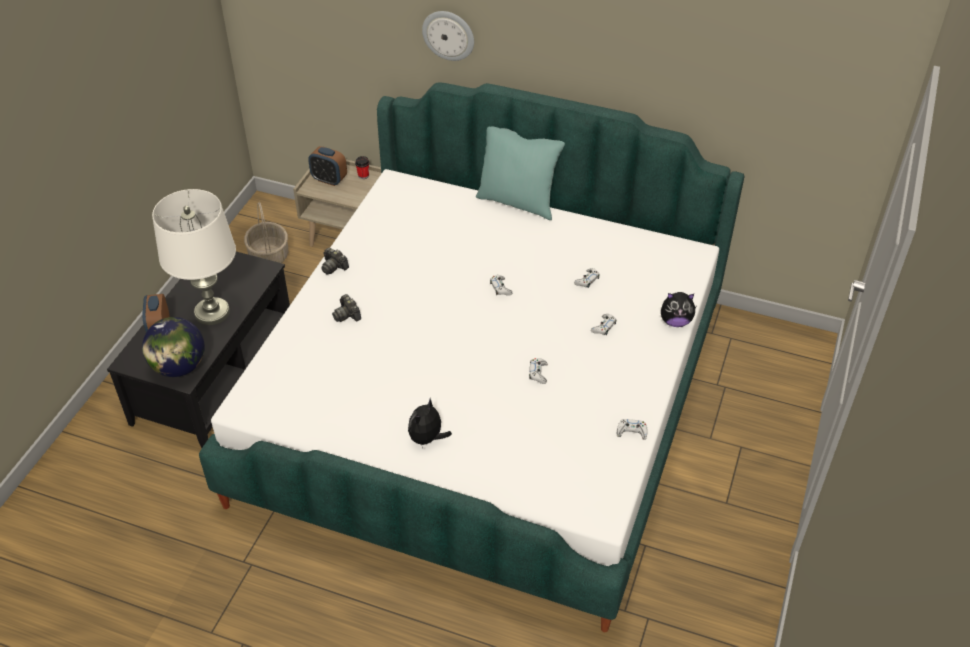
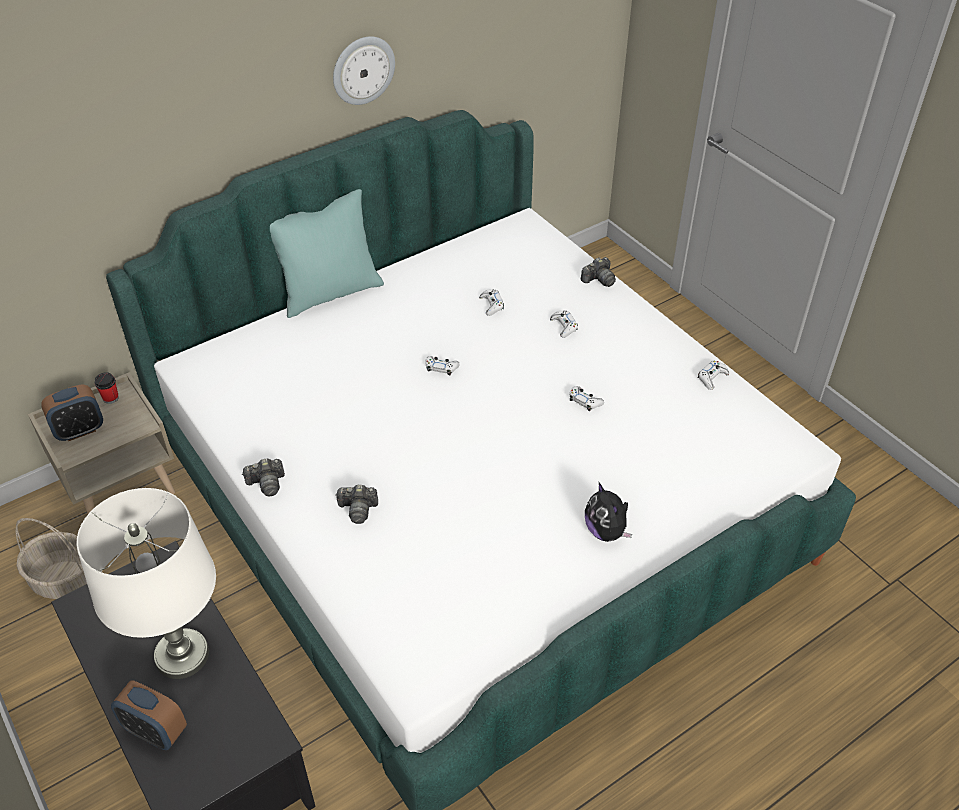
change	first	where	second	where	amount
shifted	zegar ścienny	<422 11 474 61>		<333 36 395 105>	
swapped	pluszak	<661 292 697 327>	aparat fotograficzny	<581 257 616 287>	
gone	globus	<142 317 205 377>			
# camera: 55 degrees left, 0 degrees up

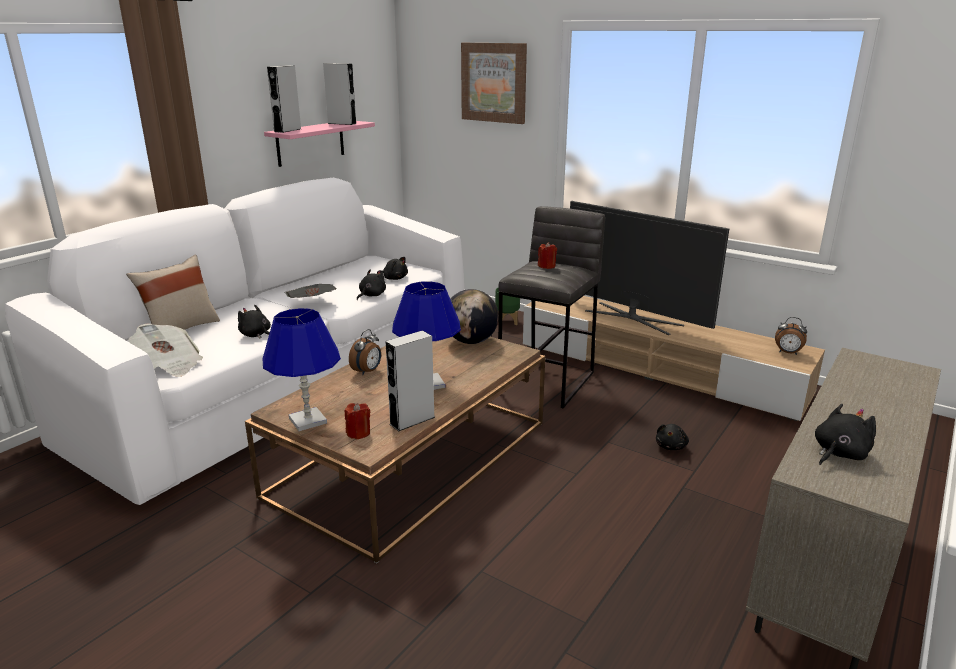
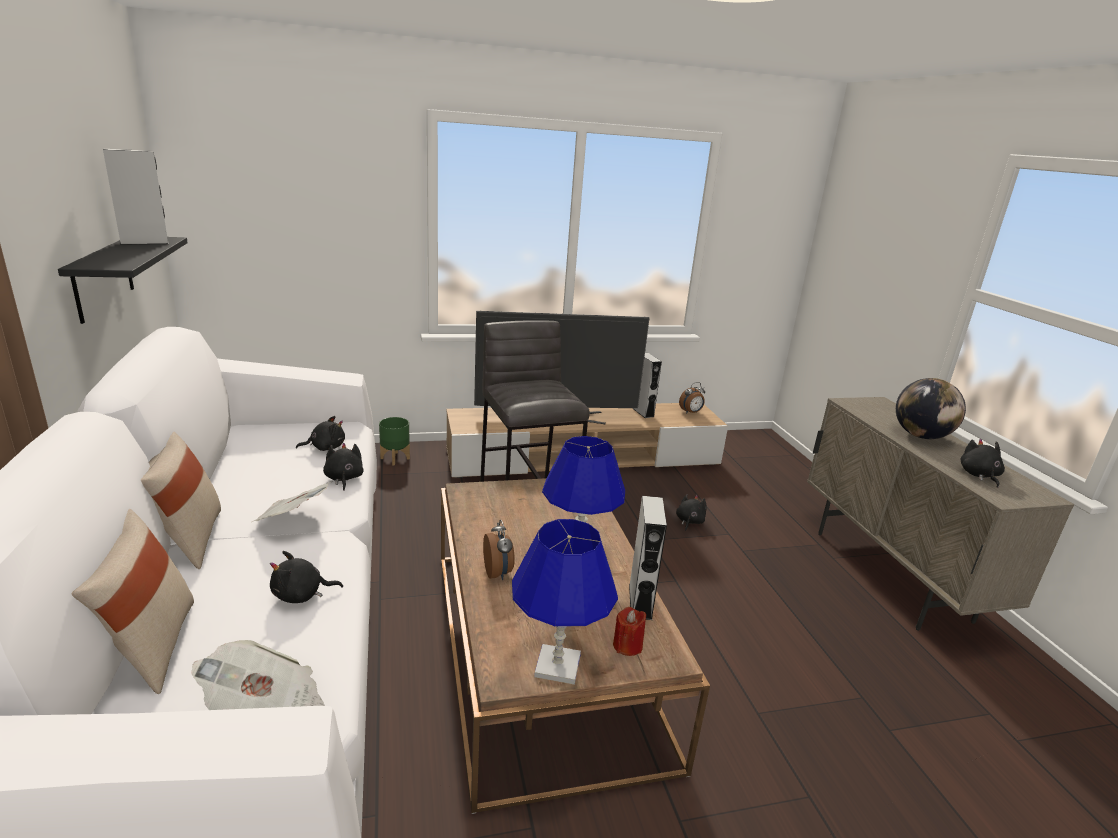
change	first	where	second	where	amount
gone	obraz	<461 43 527 124>			
shifted	głośnik [szary]	<267 66 301 133>		<632 353 662 418>	
repainted	półka [różowy]	<264 121 375 167>	półka [czarny]	<58 237 188 324>	
gone	świeca [czerwony]	<538 242 557 269>			
shifted	globus	<450 289 499 344>		<896 378 966 439>	
rotated	pluszak [czarny]	<656 424 689 450>		<676 494 707 531>	135 degrees counterclockwise
new			poduszka [beżowy]	<141 432 221 569>	
# camera: 50 degrees left, 0 degrees up

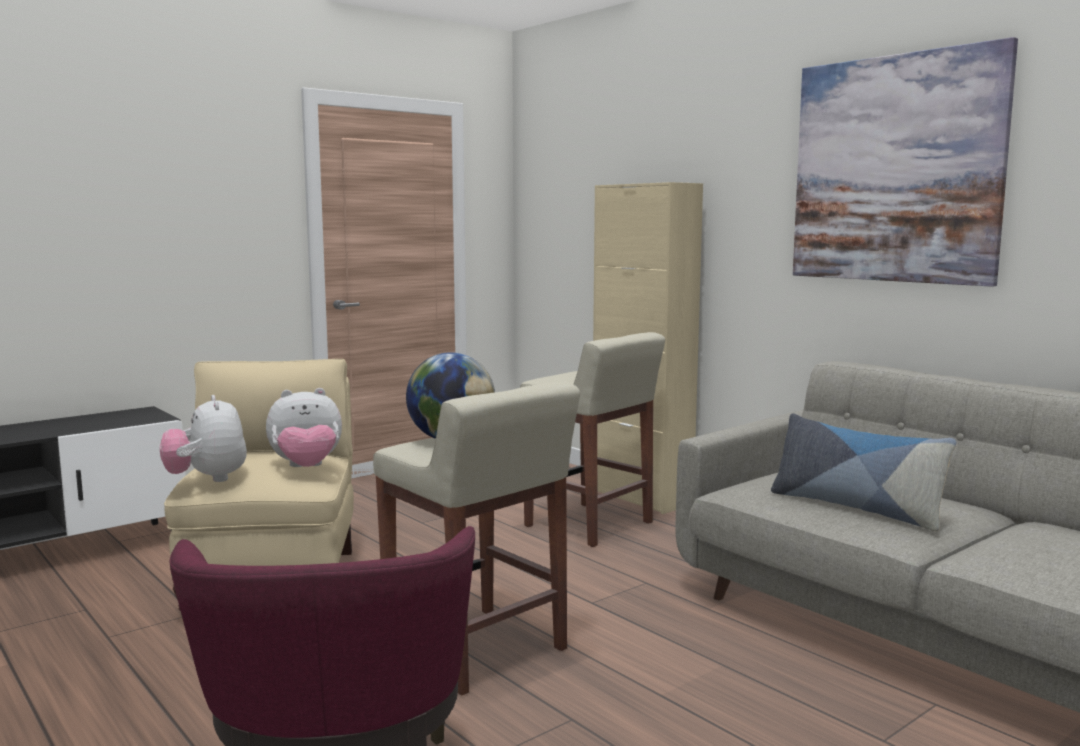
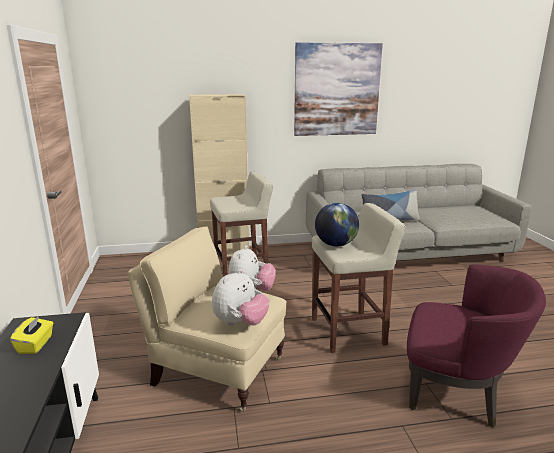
change	first	where	second	where	amount
rotated	pluszak	<160 395 247 482>		<212 269 270 326>	60 degrees counterclockwise
new			pudełko chusteczek [żółty]	<10 315 53 354>	
# camera: 60 degrees left, 10 degrees up

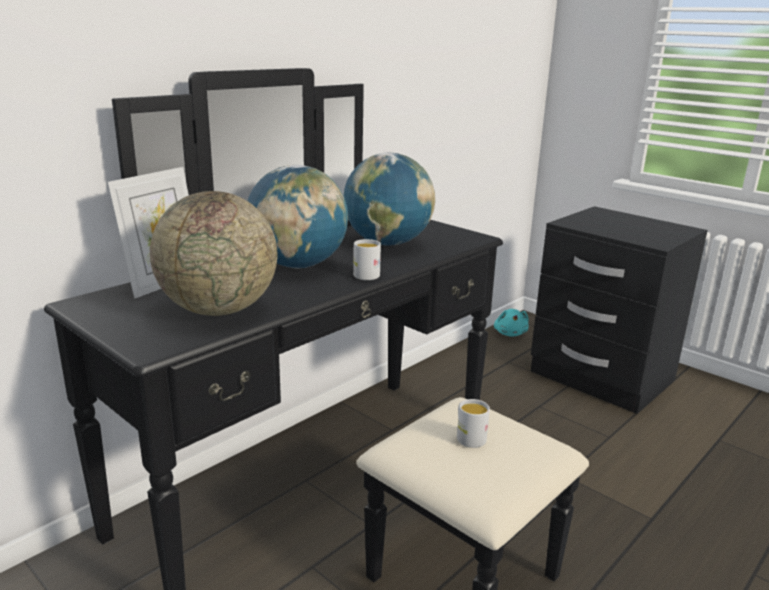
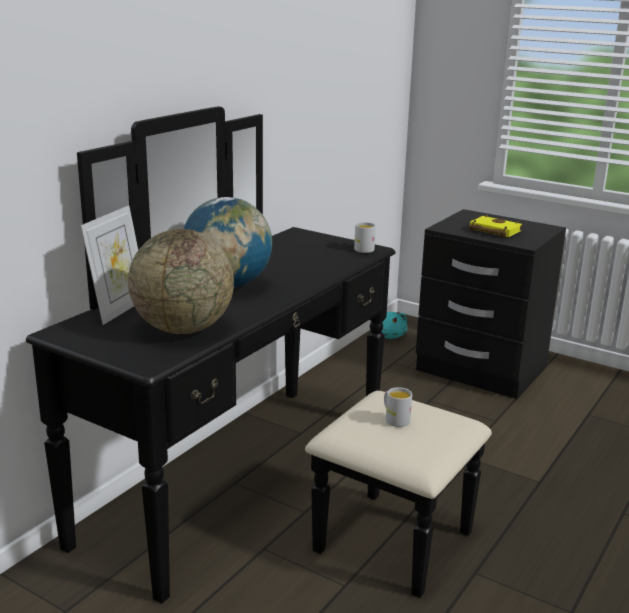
change	first	where	second	where	amount
gone	globus	<344 153 435 246>			
shifted	kubek [biały]	<353 239 381 280>		<354 222 376 253>	
new			książka [żółty]	<469 215 522 238>	
# camera: 10 degrees left, 0 degrees up

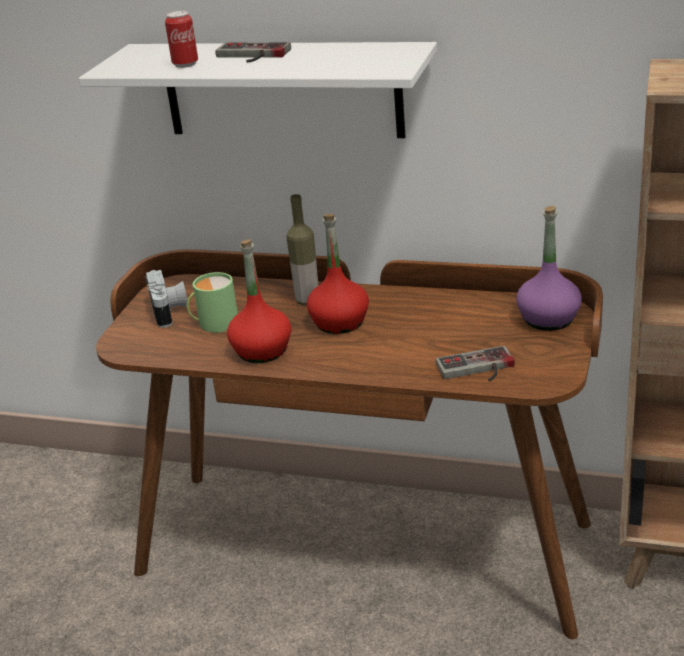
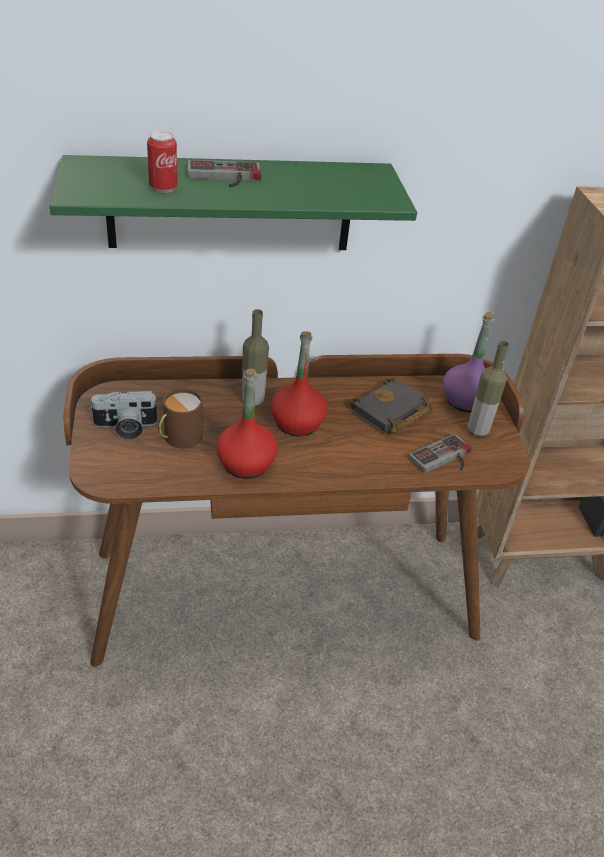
change	first	where	second	where	amount
repainted	półka [biały]	<79 42 437 138>	półka [zielony]	<50 155 417 250>	
rotated	aparat fotograficzny	<145 270 187 328>		<89 391 159 440>	120 degrees clockwise
repainted	kubek [zielony]	<187 272 238 333>	kubek [brązowy]	<158 389 203 448>	
new			butelka	<467 341 509 437>	
new			książka [czarny]	<349 378 433 435>	
# camera: 30 degrees left, 10 degrees up

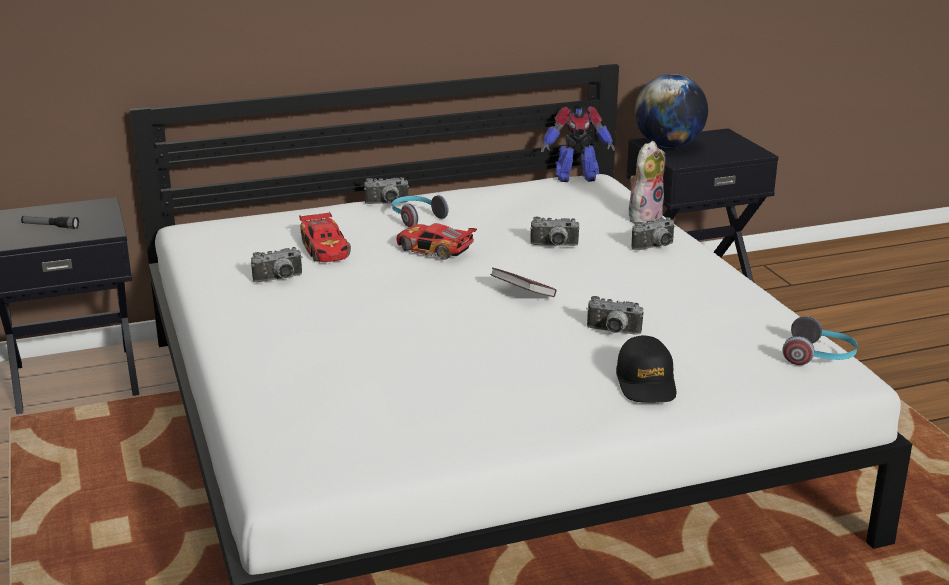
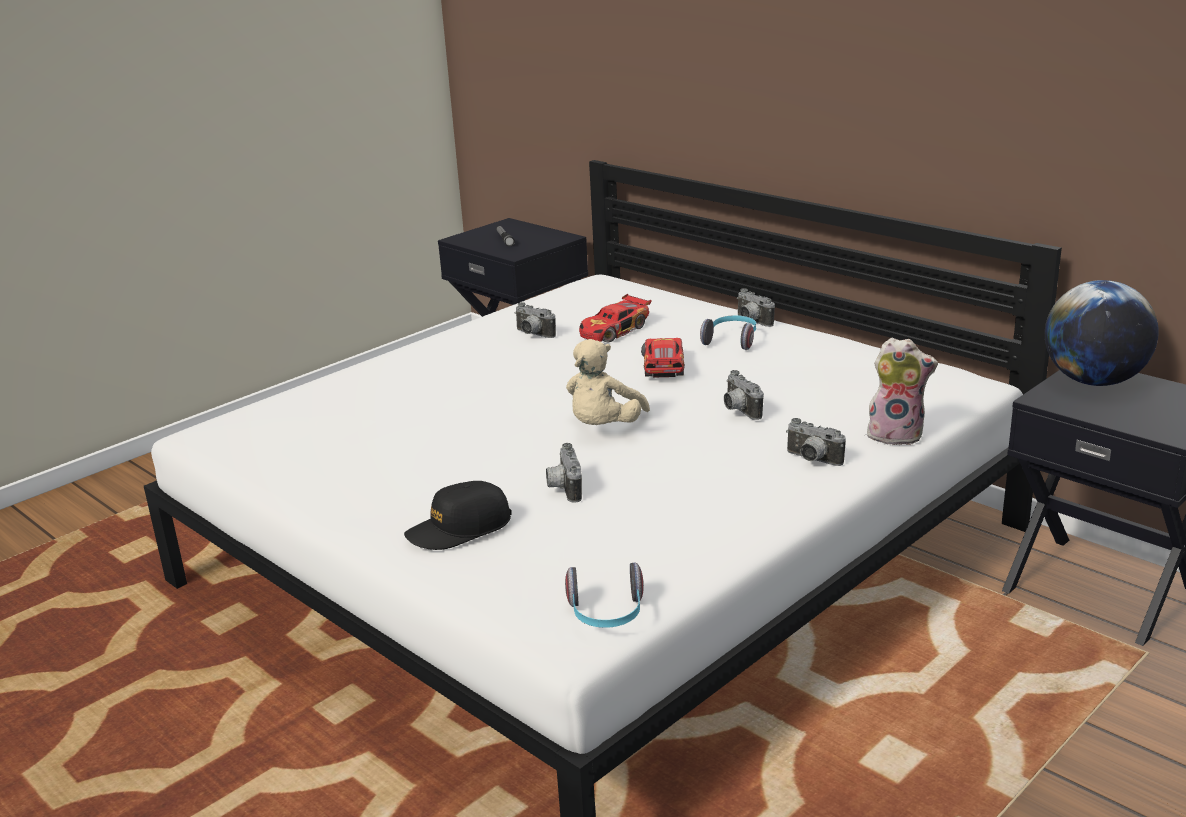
change	first	where	second	where	amount
gone	robot zabawkowy	<541 106 615 182>			
swapped	książka	<490 268 556 297>	pluszak [beżowy]	<566 339 650 425>	
# camera: 65 degrees right, 0 degrees up

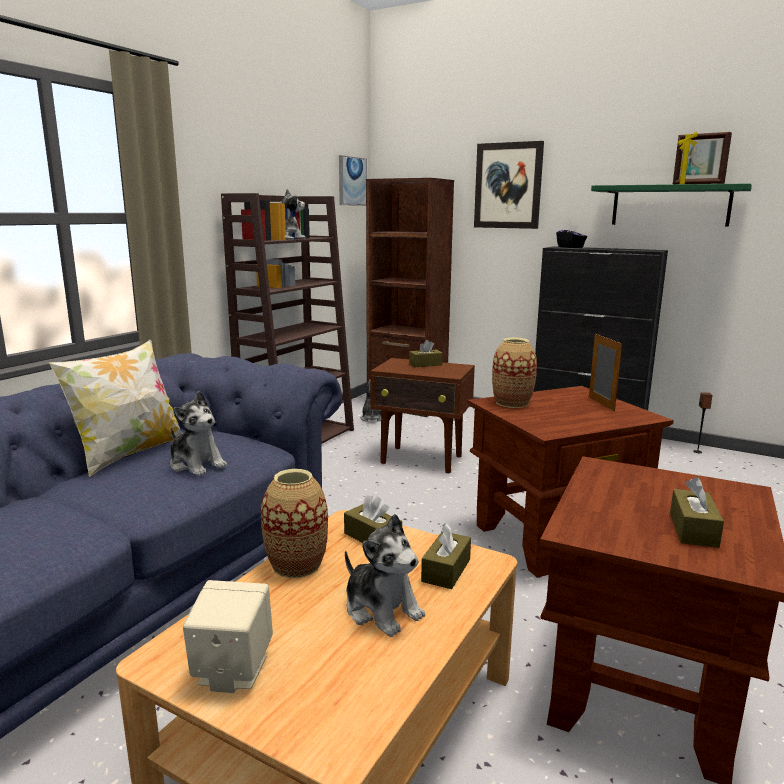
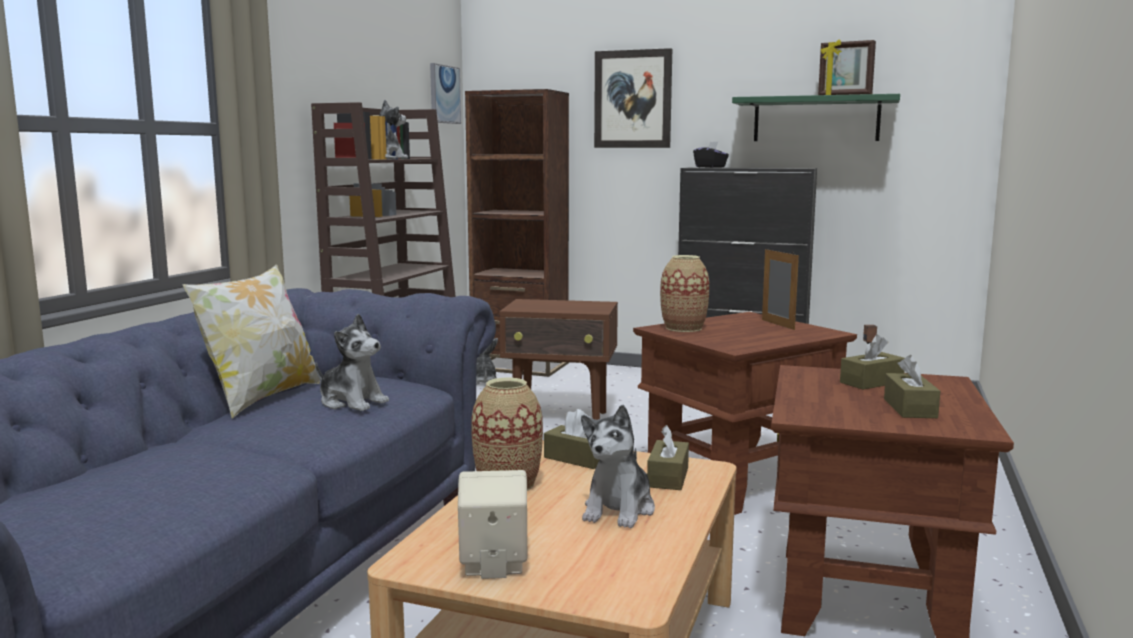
change	first	where	second	where	amount
shifted	pudełko chusteczek [brązowy]	<409 340 443 367>		<840 335 905 390>	
rotated	pluszak	<345 514 425 637>		<581 405 655 528>	75 degrees clockwise
# camera: 10 degrees left, 5 degrees down

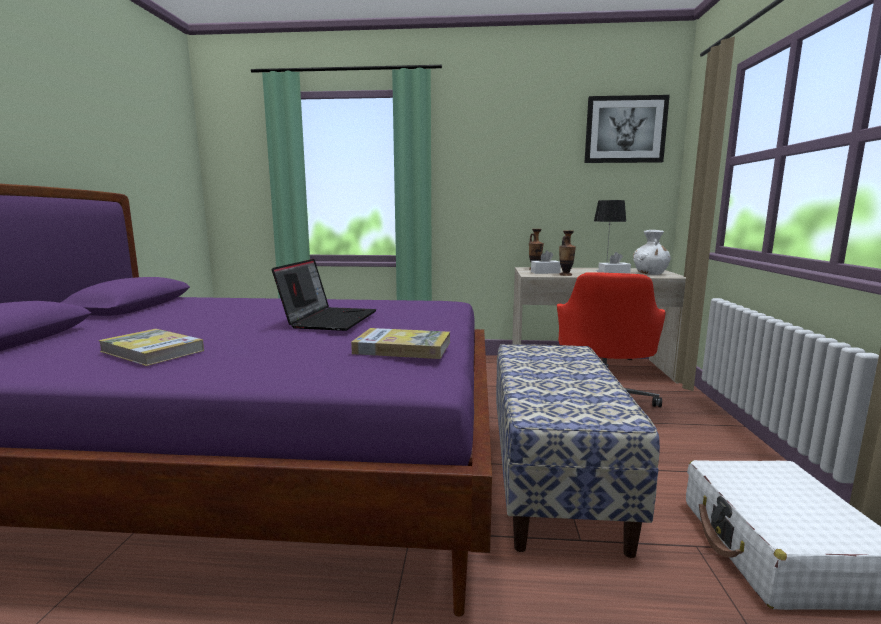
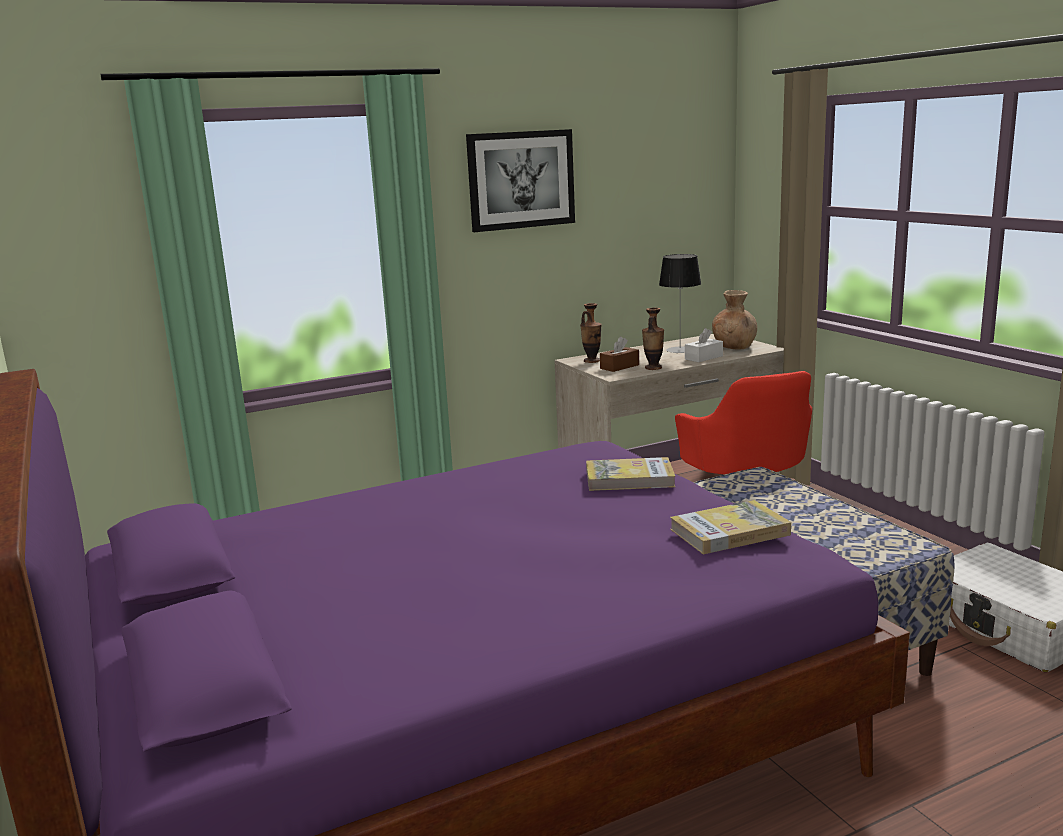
change	first	where	second	where	amount
shifted	obraz	<584 95 670 163>		<466 129 575 232>	
repainted	wazon [biały]	<633 230 671 275>	wazon [brązowy]	<712 290 757 349>	
repainted	pudełko chusteczek [biały]	<531 250 561 274>	pudełko chusteczek [brązowy]	<600 337 639 372>	
gone	laptop	<272 259 376 331>			
shifted	książka	<98 329 204 366>		<586 457 675 491>	
# camera: 30 degrees left, 5 degrees up

